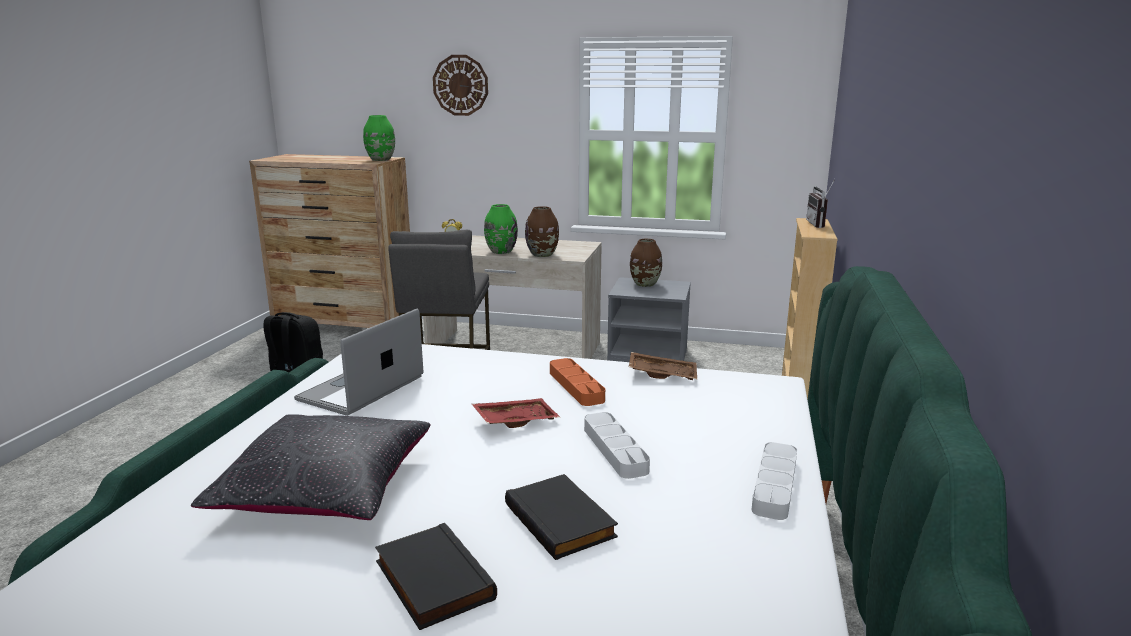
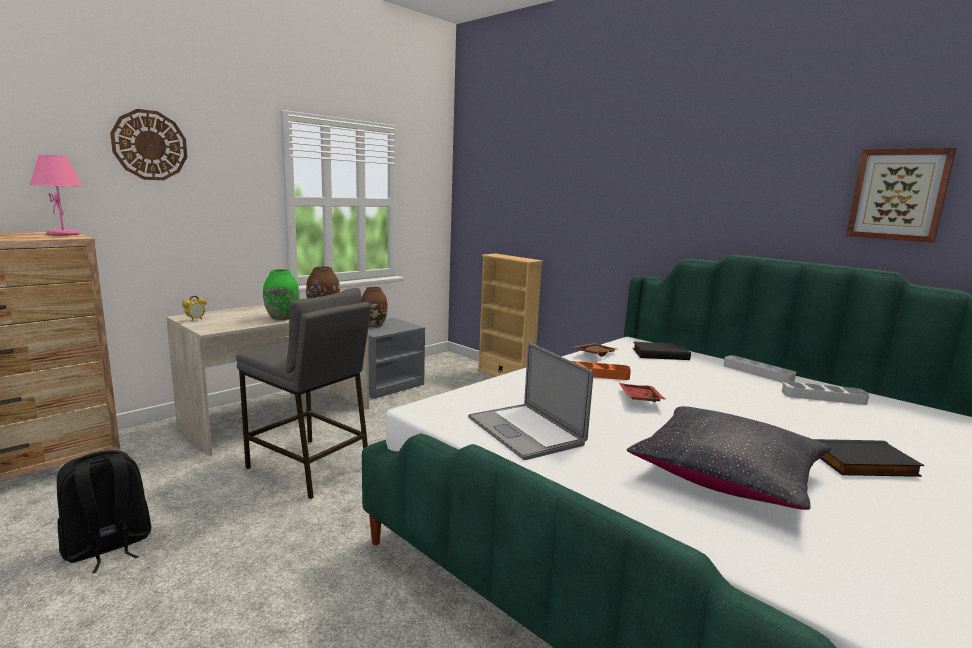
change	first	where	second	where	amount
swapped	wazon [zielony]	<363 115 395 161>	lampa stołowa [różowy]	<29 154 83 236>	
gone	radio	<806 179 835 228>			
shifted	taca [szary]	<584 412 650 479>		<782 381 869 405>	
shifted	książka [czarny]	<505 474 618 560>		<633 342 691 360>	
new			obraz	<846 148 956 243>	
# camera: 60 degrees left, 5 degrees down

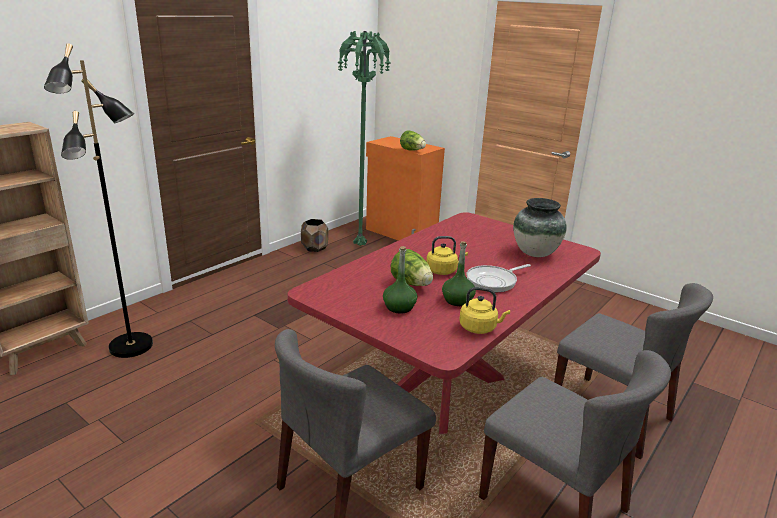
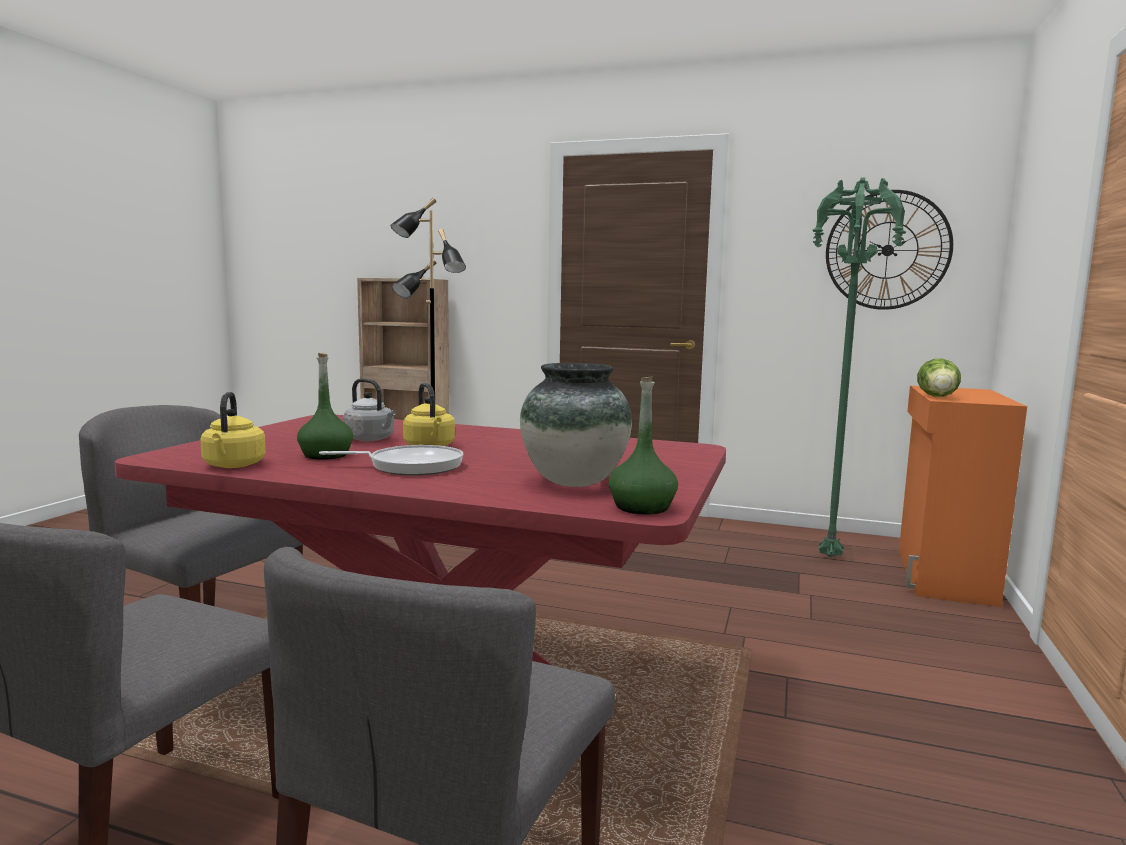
change	first	where	second	where	amount
gone	donica [brązowy]	<301 219 328 252>			
shifted	butelka [zielony]	<383 246 417 313>		<609 376 678 514>	
swapped	sałata	<391 249 433 286>	czajnik [szary]	<343 378 396 441>	
rotated	patelnia	<466 264 531 292>		<319 445 464 476>	135 degrees clockwise
new			zegar ścienny	<826 190 953 310>	
# camera: 70 degrees right, 15 degrees down

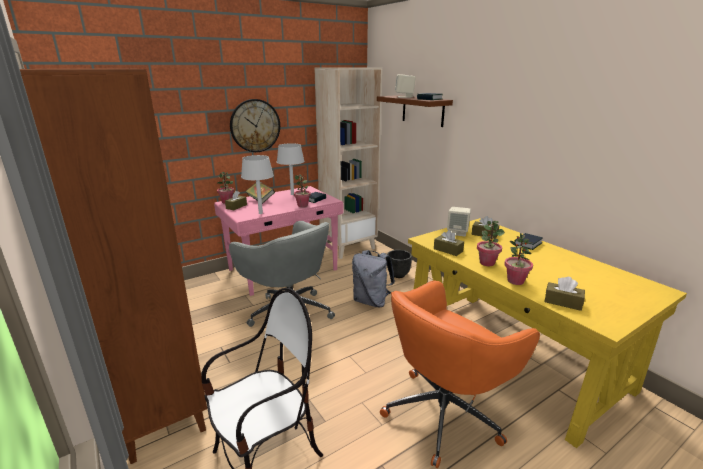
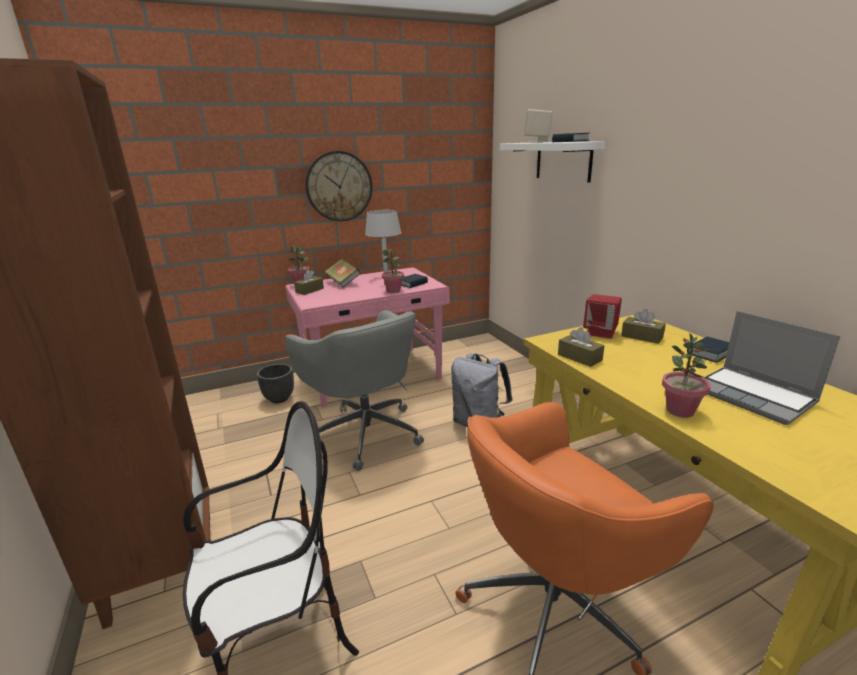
change	first	where	second	where	amount
gone	regał [beżowy]	<314 67 382 259>			
repainted	półka [brązowy]	<377 95 453 127>	półka [biały]	<500 141 605 183>	
gone	lampa stołowa [szary]	<241 155 274 214>			
repainted	głośnik [beżowy]	<447 207 471 237>	głośnik [czerwony]	<583 294 622 339>	
gone	roślina doniczkowa	<477 221 505 266>			
shifted	donica [czarny]	<387 250 412 278>		<257 364 294 403>	
gone	pudełko chusteczek [brązowy]	<544 277 585 311>			
new			laptop	<704 311 840 425>	
# camera: 10 degrees right, 0 degrees up

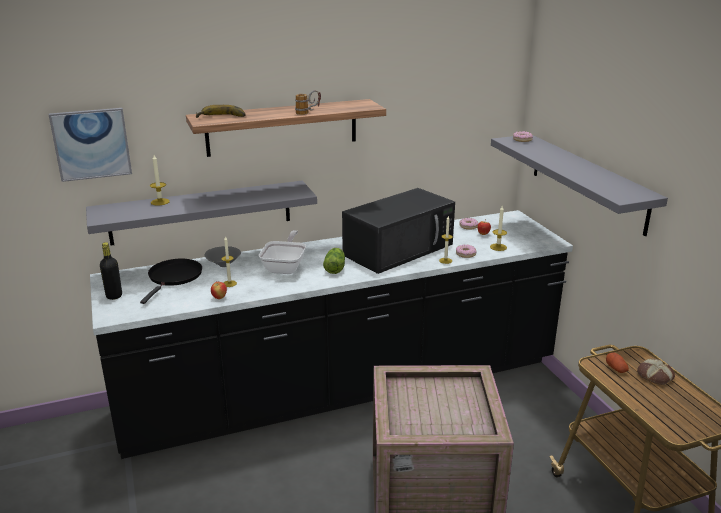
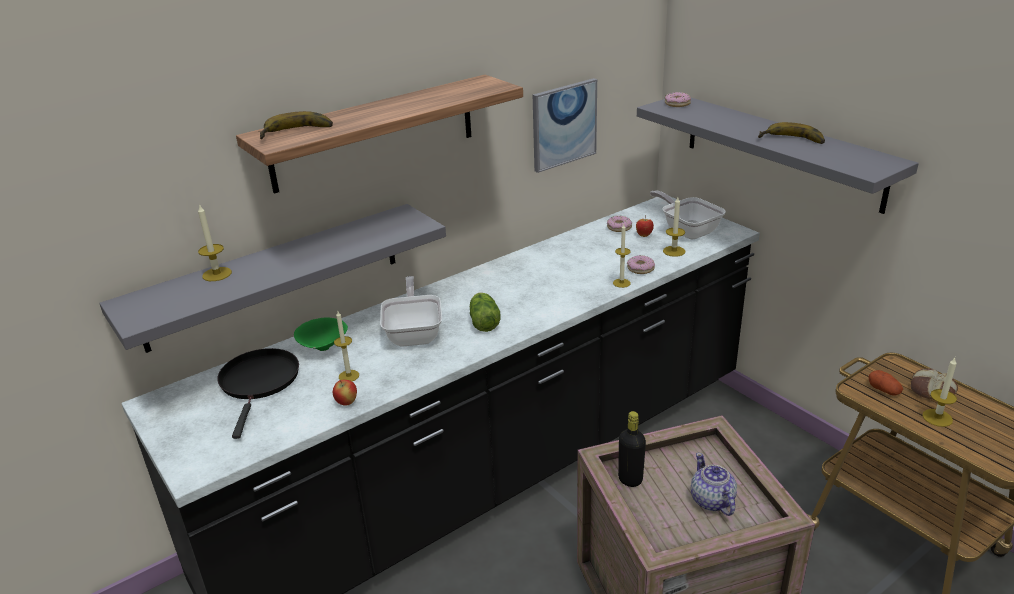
change	first	where	second	where	amount
gone	kubek	<295 90 321 115>			
shifted	obraz	<49 108 132 182>		<533 78 597 173>	
gone	mikrofalówka [czarny]	<342 188 455 274>			
shifted	butelka [czarny]	<100 242 122 300>		<618 411 646 487>	
repainted	miska [szary]	<205 246 241 267>	miska [zielony]	<294 318 348 351>	
new			banan	<758 122 825 144>	
new			patelnia	<650 190 726 239>	
new			świeca	<922 358 957 427>	
new			imbryk	<691 453 737 516>	
# camera: 15 degrees left, 5 degrees up

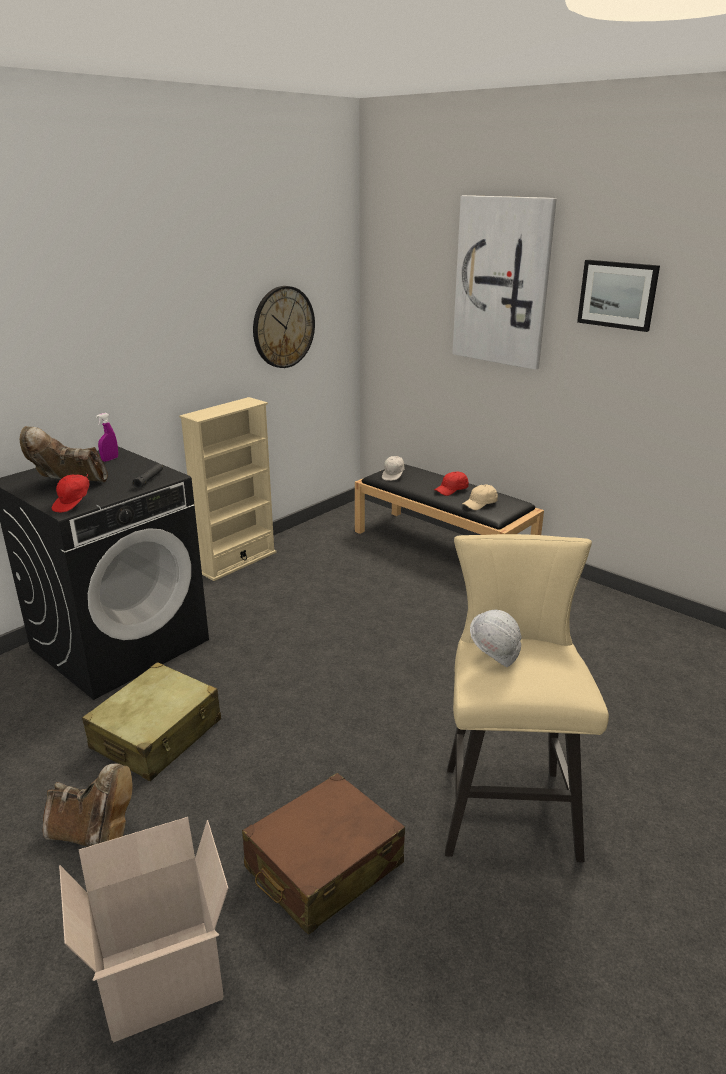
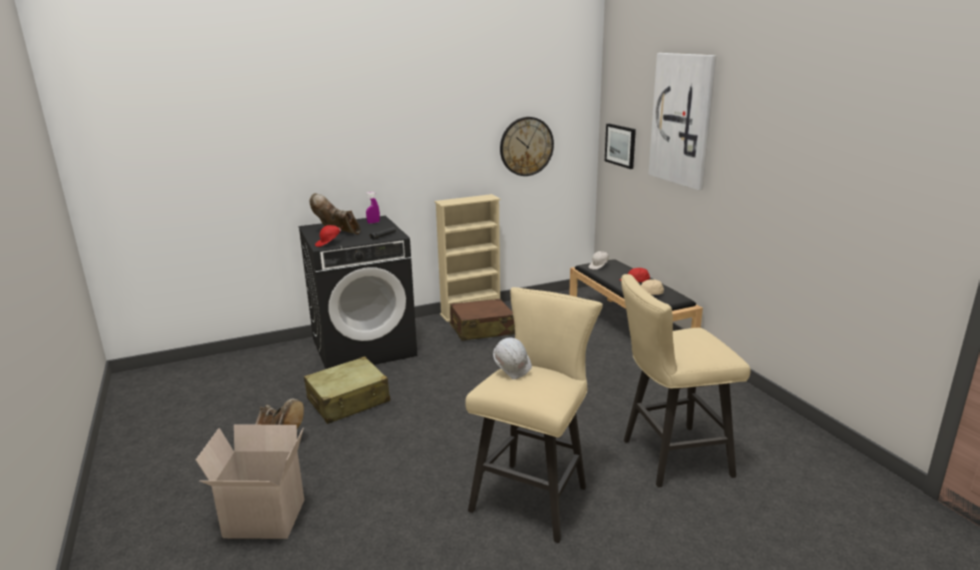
change	first	where	second	where	amount
shifted	obraz	<577 260 660 332>		<605 124 636 169>	
shifted	walizka [brązowy]	<242 773 405 935>		<450 299 515 341>	
new			stołek [beżowy]	<621 274 751 487>	
# camera: 25 degrees right, 5 degrees down

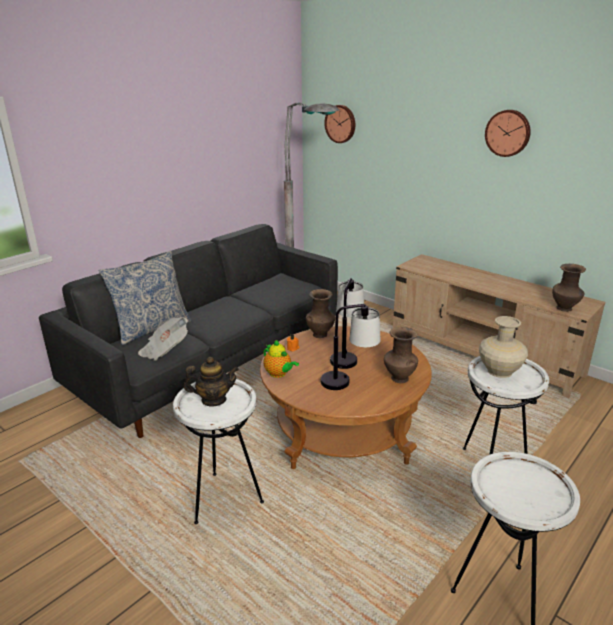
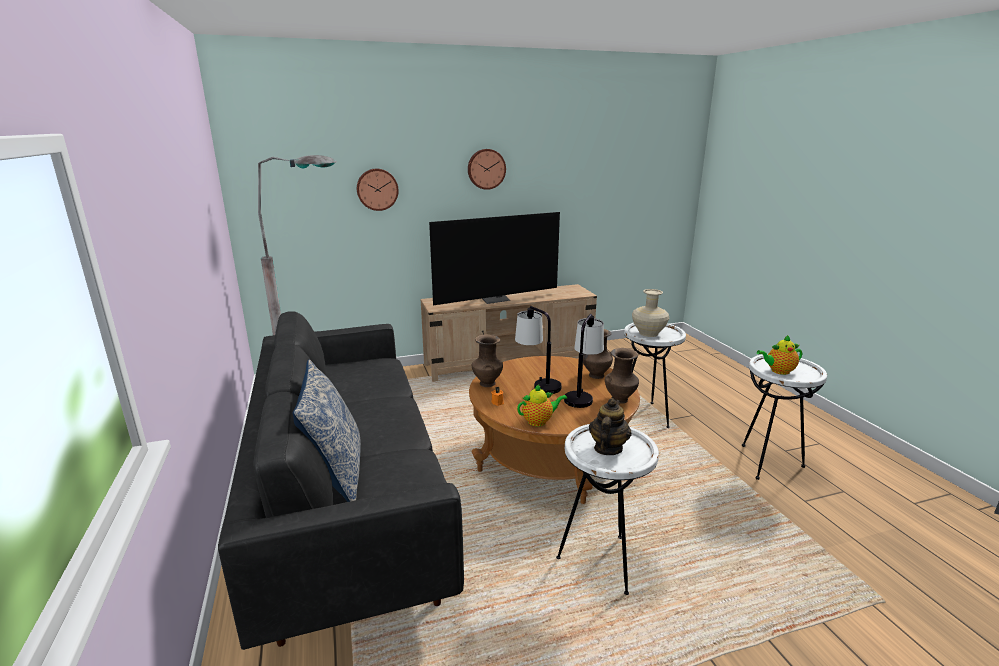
change	first	where	second	where	amount
shifted	zegar ścienny	<324 105 355 143>		<357 169 399 211>	
shifted	wazon [brązowy]	<552 264 586 312>		<605 348 639 404>	
gone	gazeta	<138 317 188 361>			
new			telewizor	<429 212 560 305>	
new			imbryk	<757 335 802 375>	
# camera: 60 degrees left, 5 degrees down

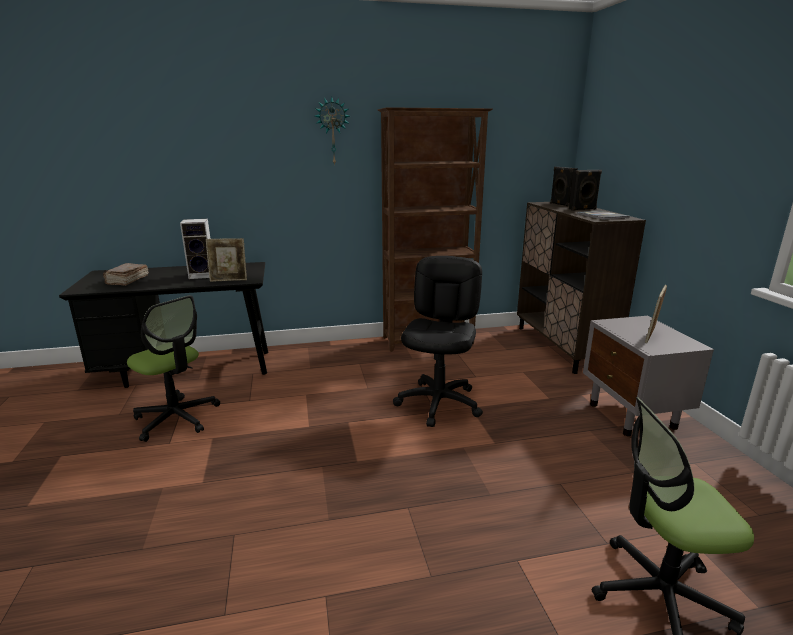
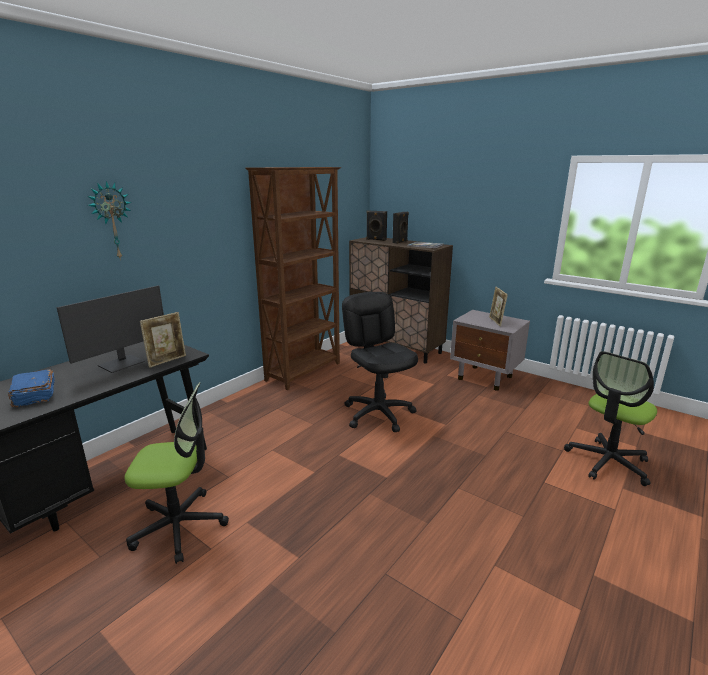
change	first	where	second	where	amount
shifted	zegar ścienny	<315 97 350 166>		<88 181 131 258>	
swapped	głośnik	<180 219 210 279>	monitor	<56 285 164 373>	
repainted	książka [brązowy]	<103 263 149 286>	książka [niebieski]	<8 369 55 407>	
# camera: 40 degrees left, 0 degrees up

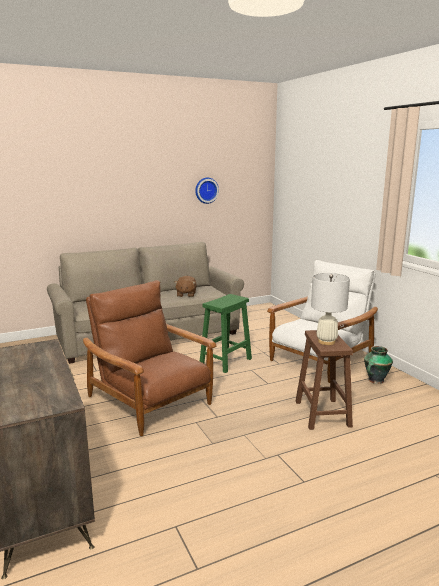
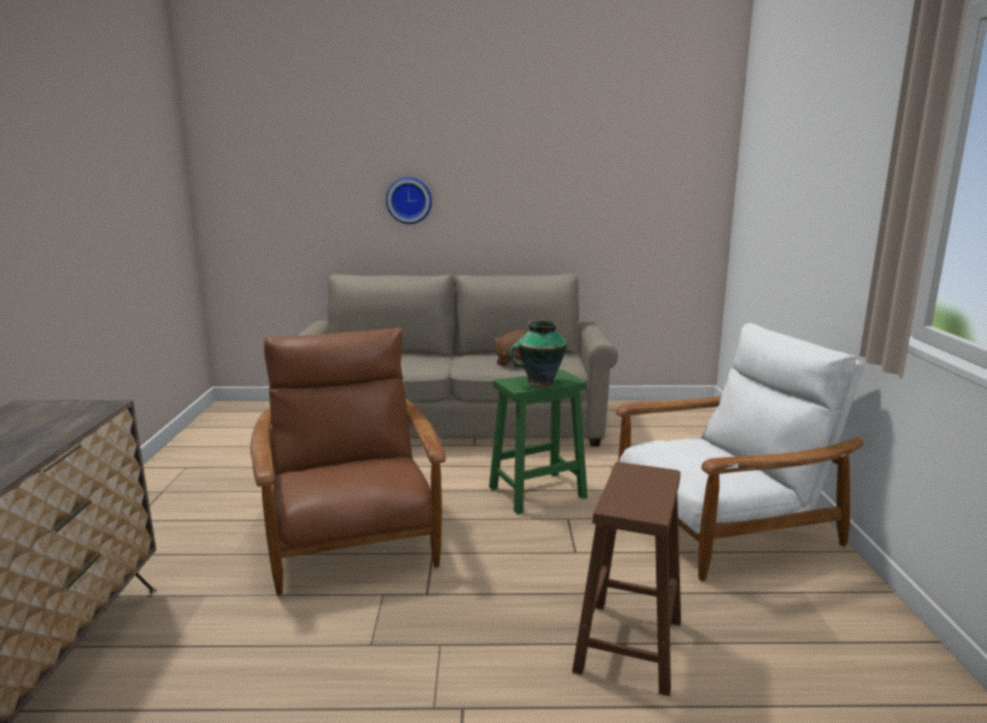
change	first	where	second	where	amount
shifted	zegar ścienny	<195 178 219 204>		<386 177 432 224>	
gone	lampa stołowa [biały]	<311 273 350 345>			
shifted	wazon	<364 346 393 384>		<509 320 567 387>	
# camera: 25 degrees right, 0 degrees up

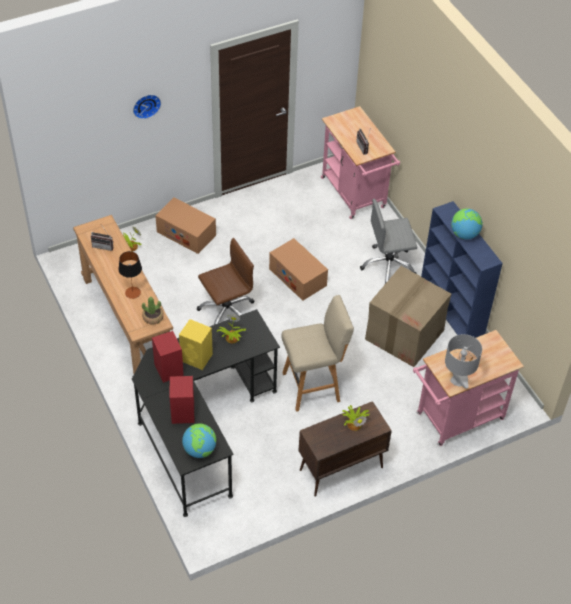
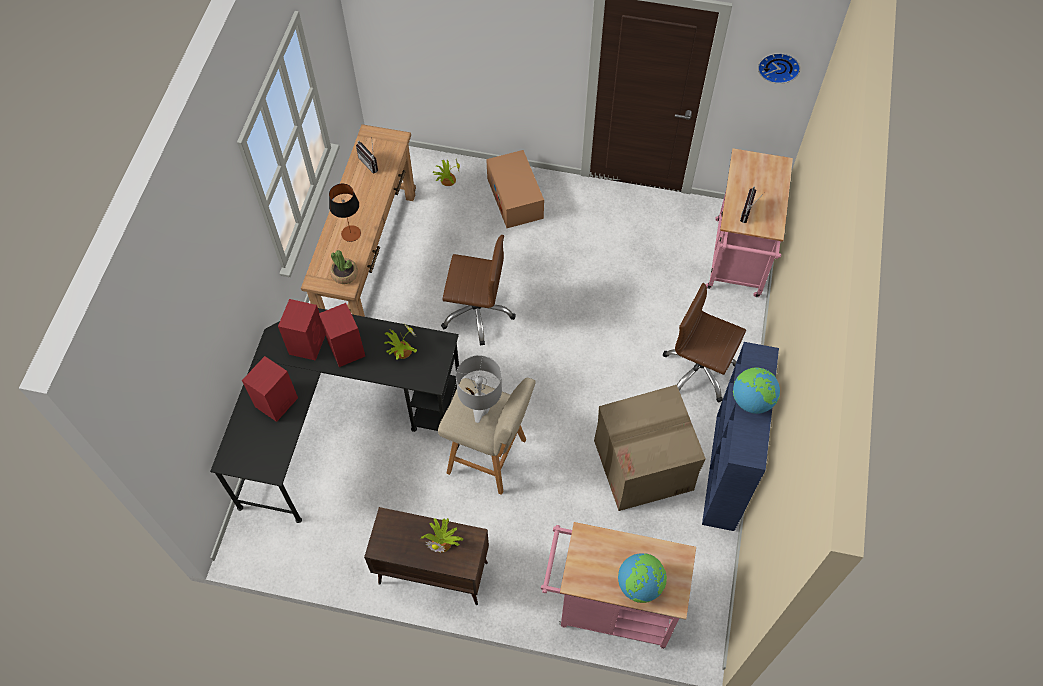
change	first	where	second	where	amount
shifted	zegar ścienny	<133 95 161 119>		<758 53 800 84>	
repainted	krzesło biurowe [szary]	<360 199 418 284>	krzesło biurowe [brązowy]	<663 283 746 403>	
gone	karton	<269 238 328 301>			
repainted	głośnik [żółty]	<179 319 213 370>	głośnik [czerwony]	<319 303 365 367>	
shifted	lampa stołowa [szary]	<445 334 482 389>		<456 355 502 423>	
shifted	globus	<182 423 216 458>		<618 553 667 603>	
# camera: 40 degrees right, 10 degrees up

